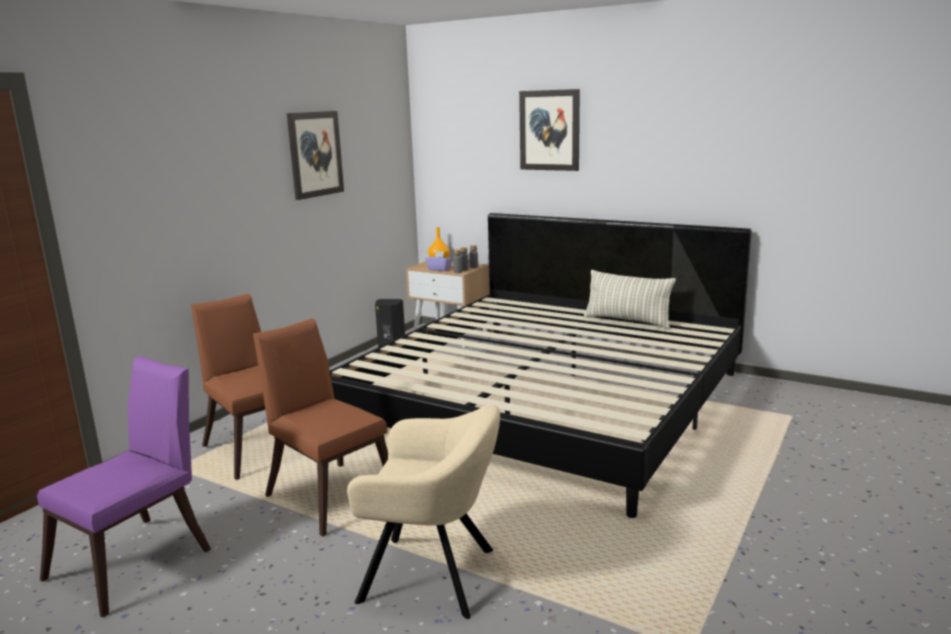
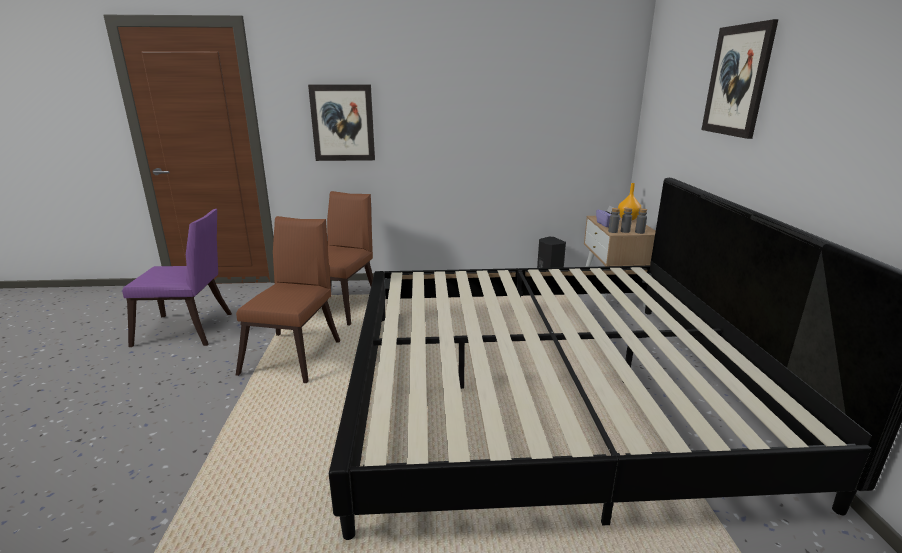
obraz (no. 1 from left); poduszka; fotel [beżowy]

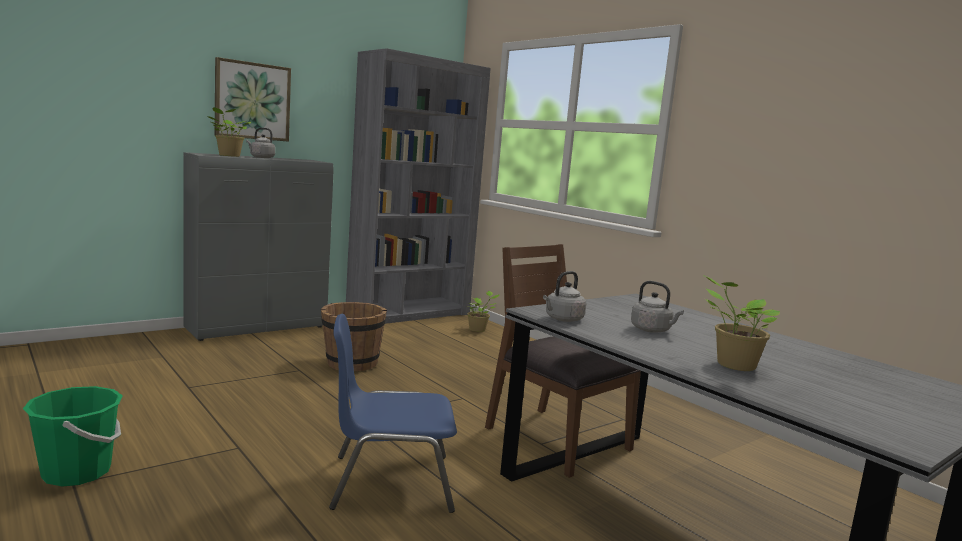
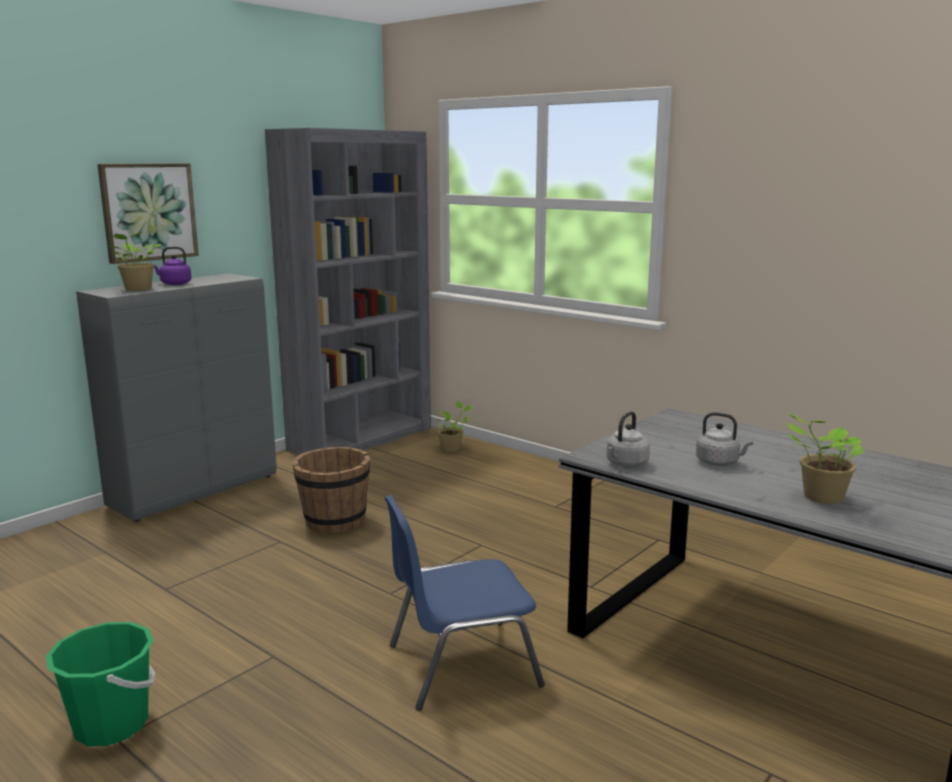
czajnik [fioletowy]; krzesło [brązowy]

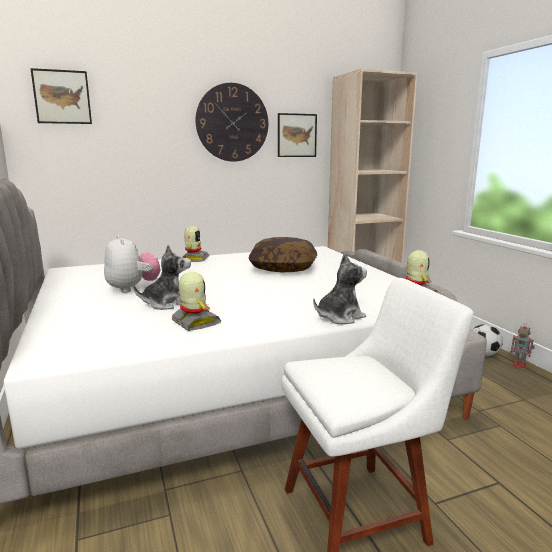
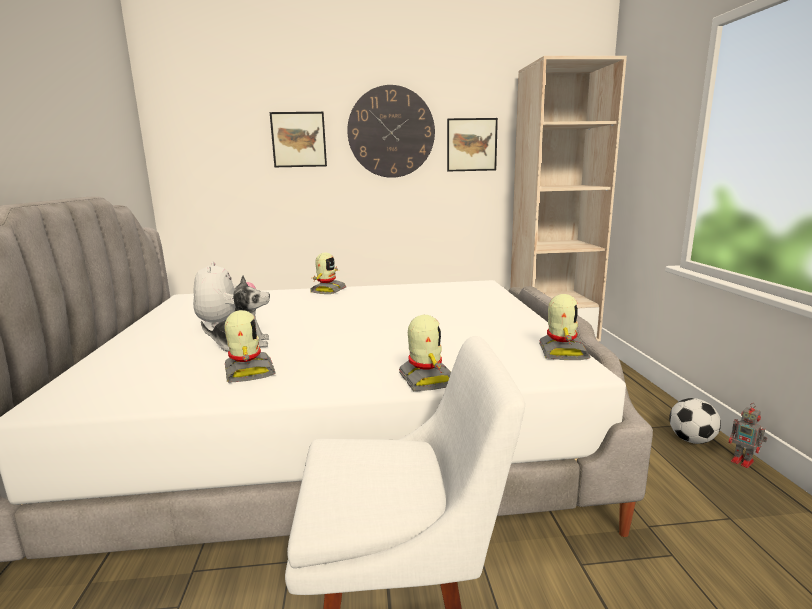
obraz (no. 1 from left); poduszka; robot zabawkowy (no. 3 from left)

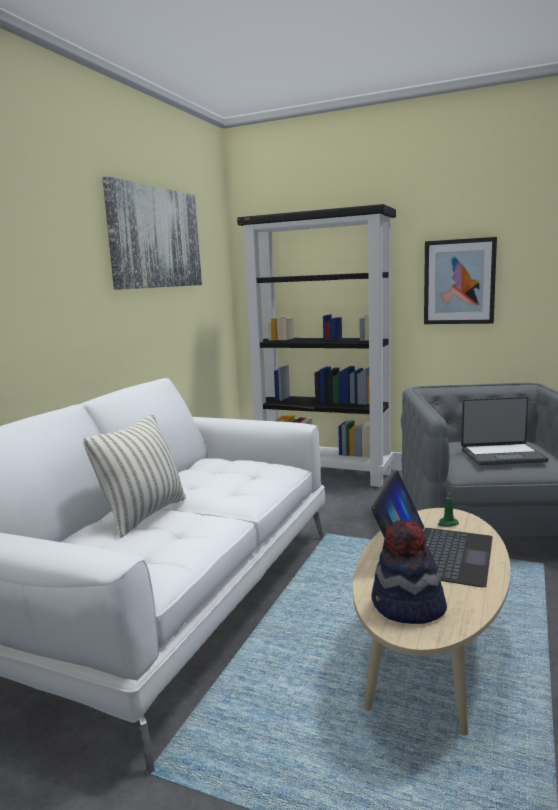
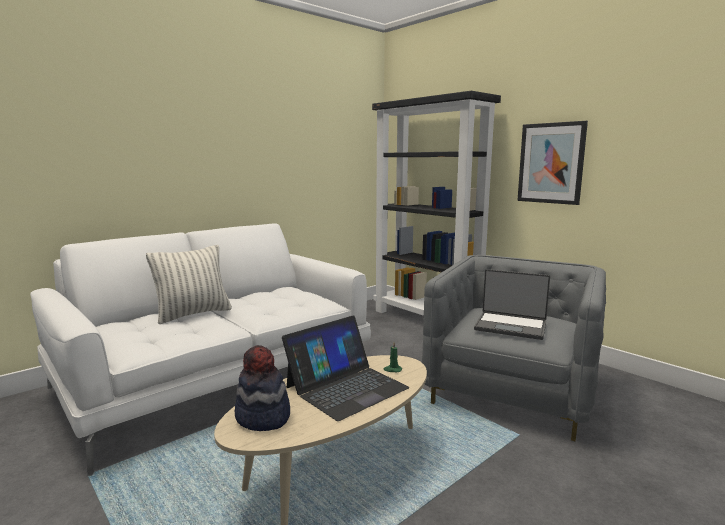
obraz (no. 1 from left in the first image)

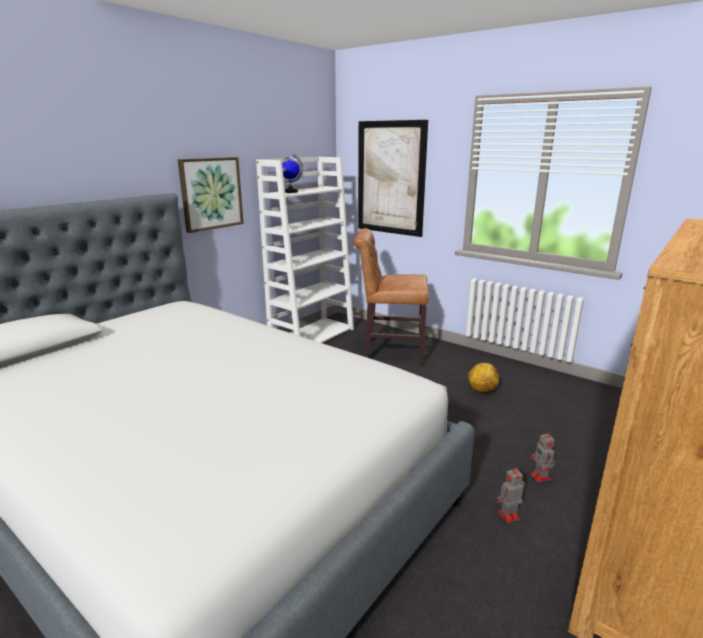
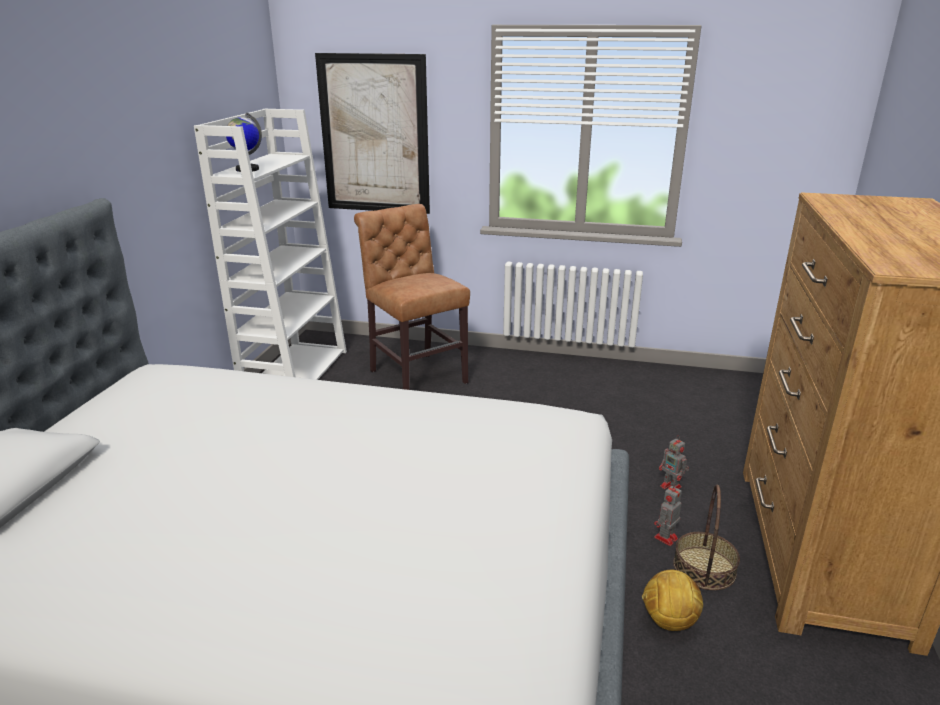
obraz (no. 1 from left in the first image); krzesło [brązowy]; piłka futbolowa; koszyk

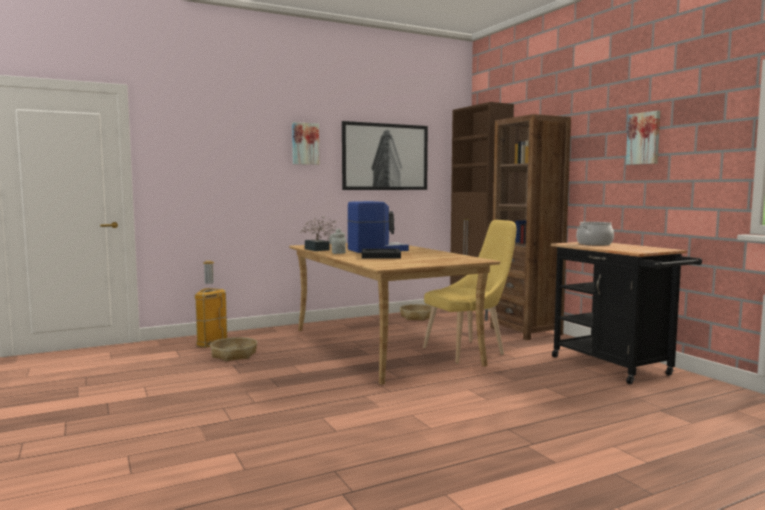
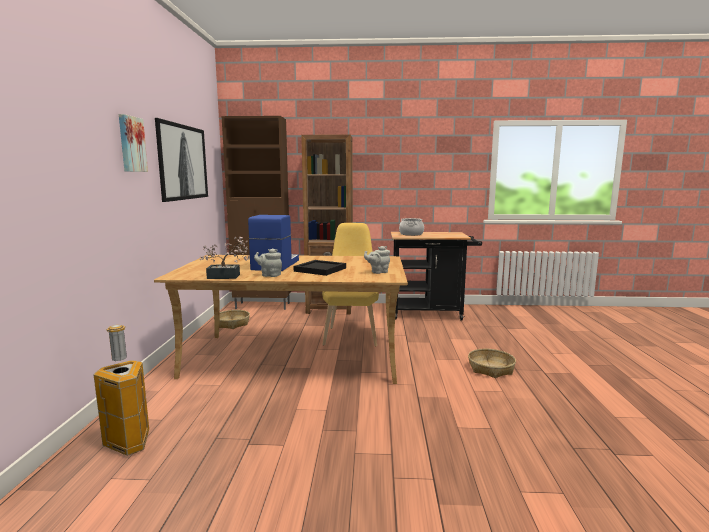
obraz (no. 3 from left in the first image); koszyk (no. 2 from left); imbryk [szary] (no. 2 from left)

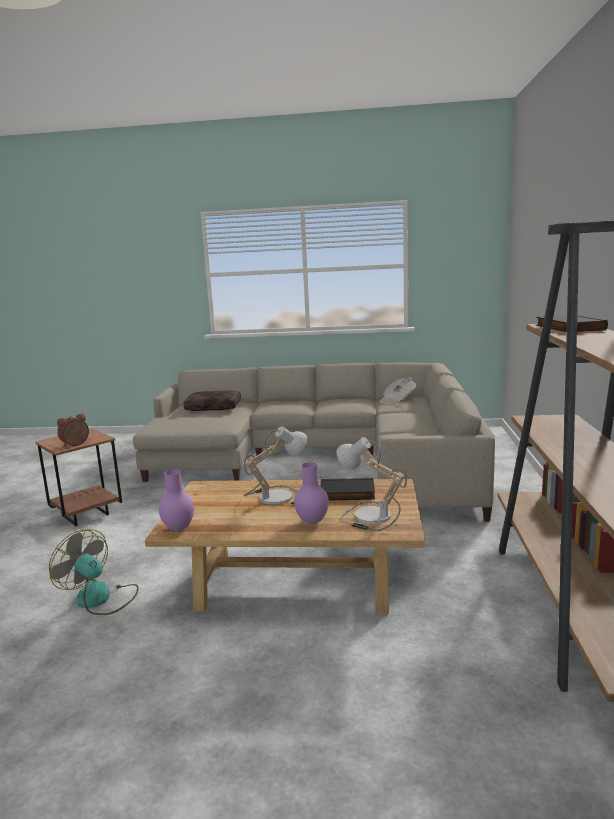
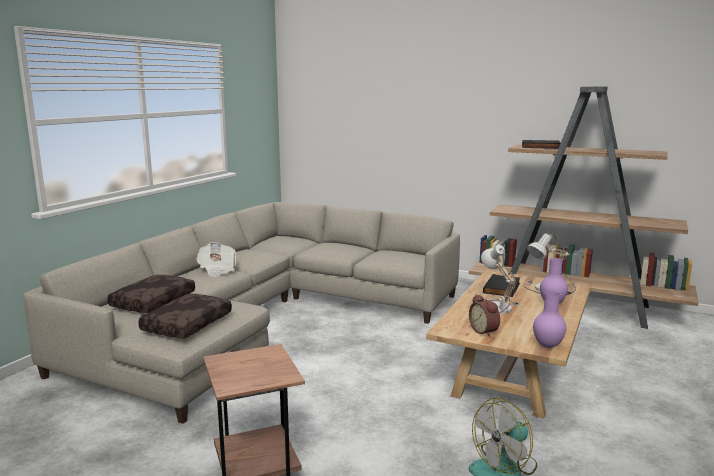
gazeta; budzik; poduszka [brązowy] (no. 2 from left)

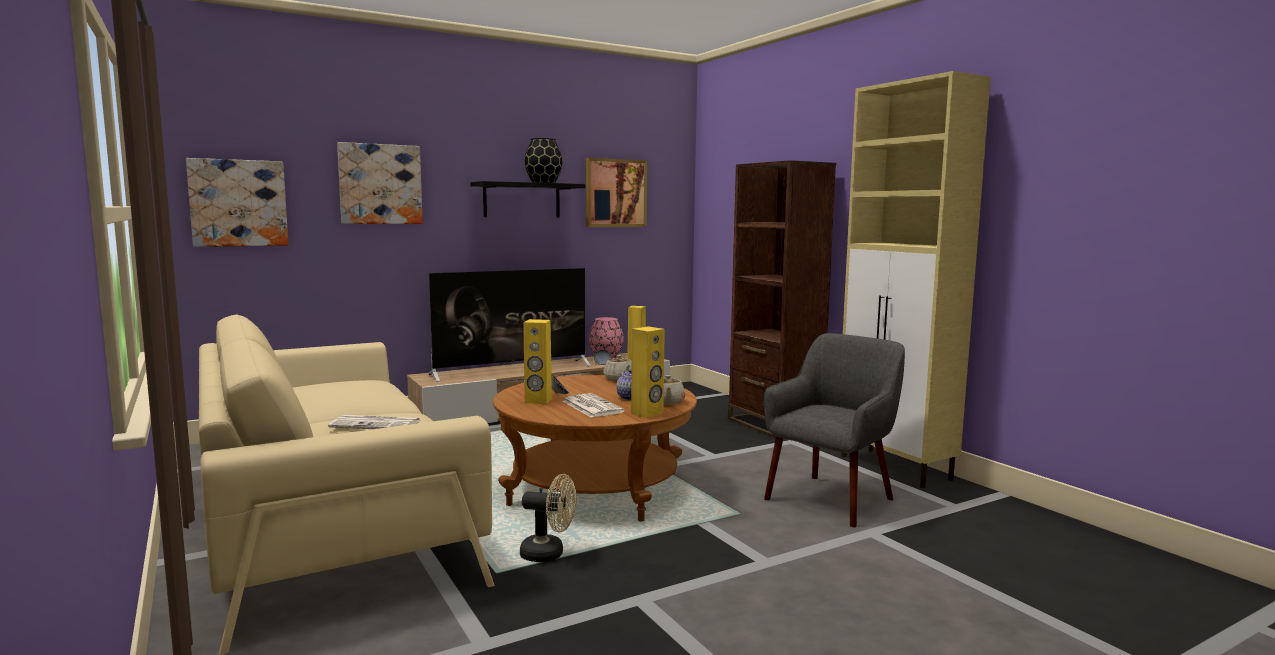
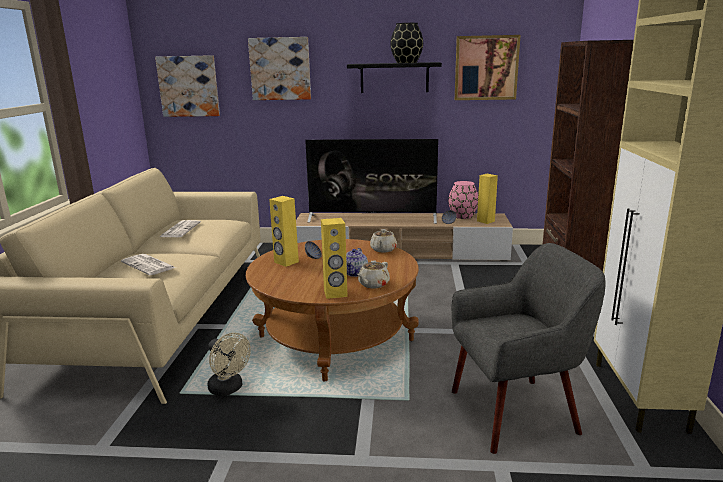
gazeta (no. 2 from left)

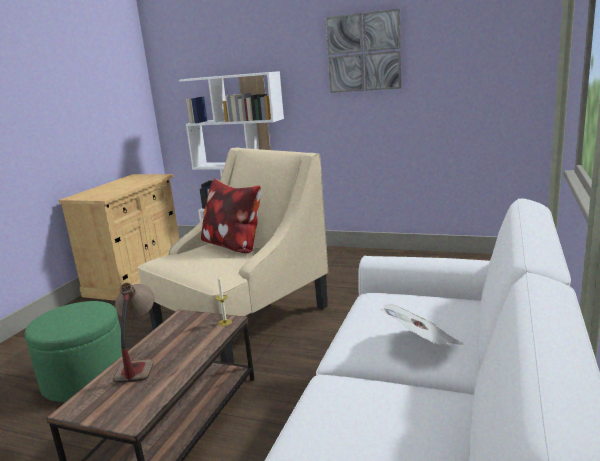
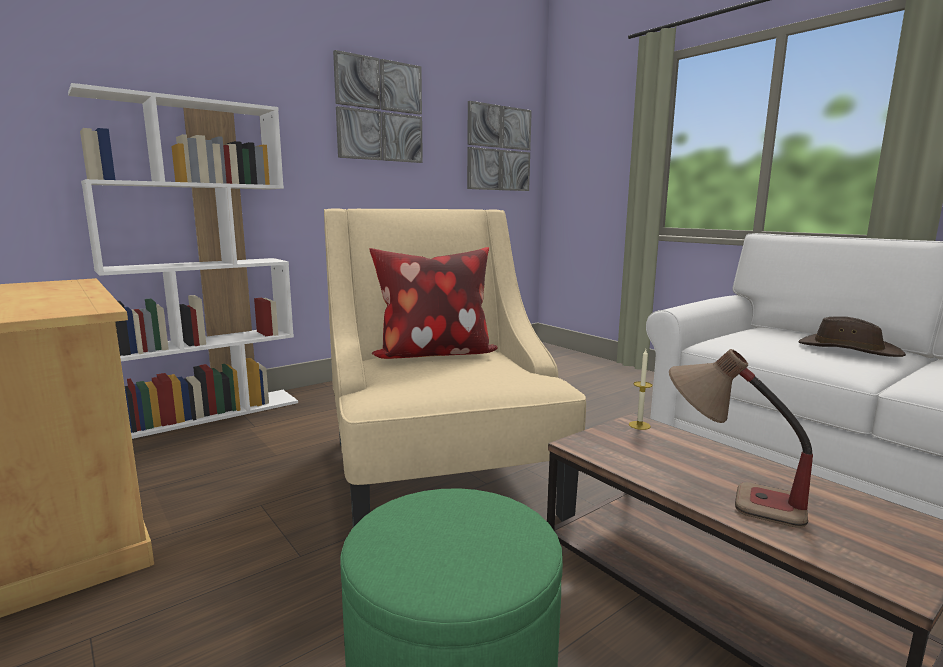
kapelusz [brązowy]; obraz (no. 2 from left)

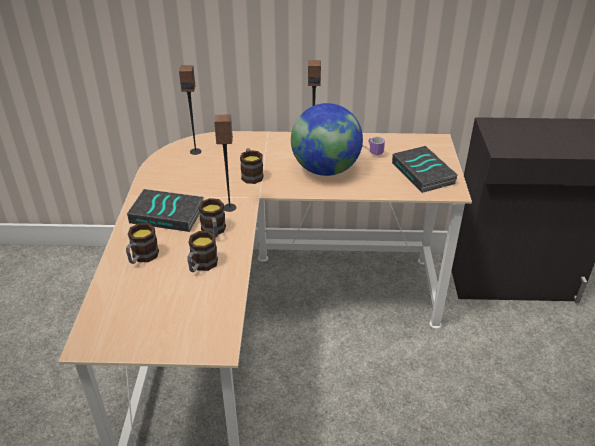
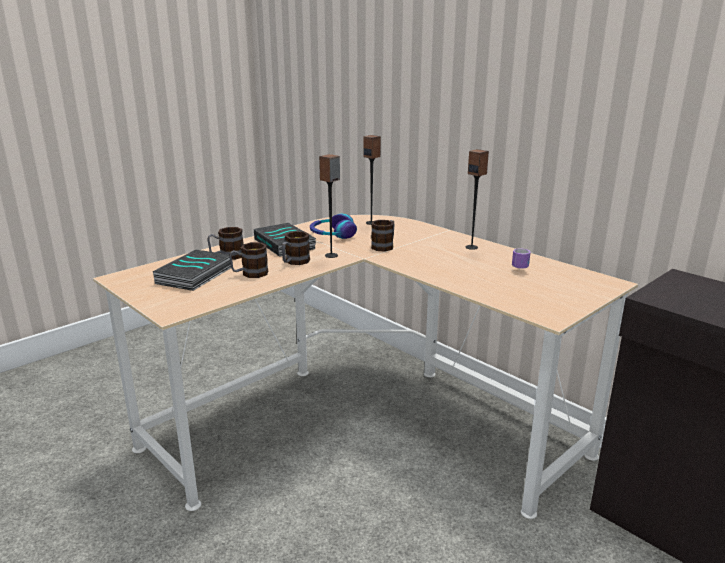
globus; książka (no. 1 from left); słuchawki

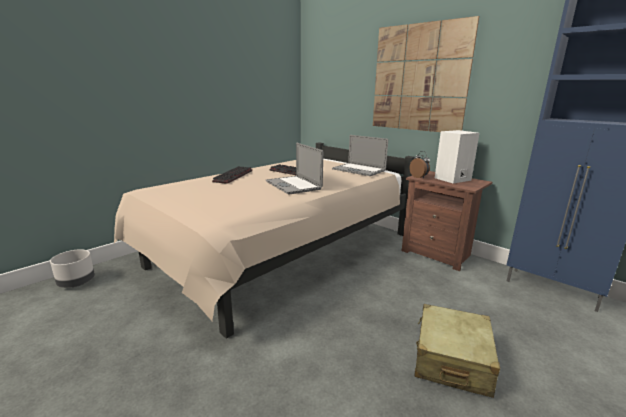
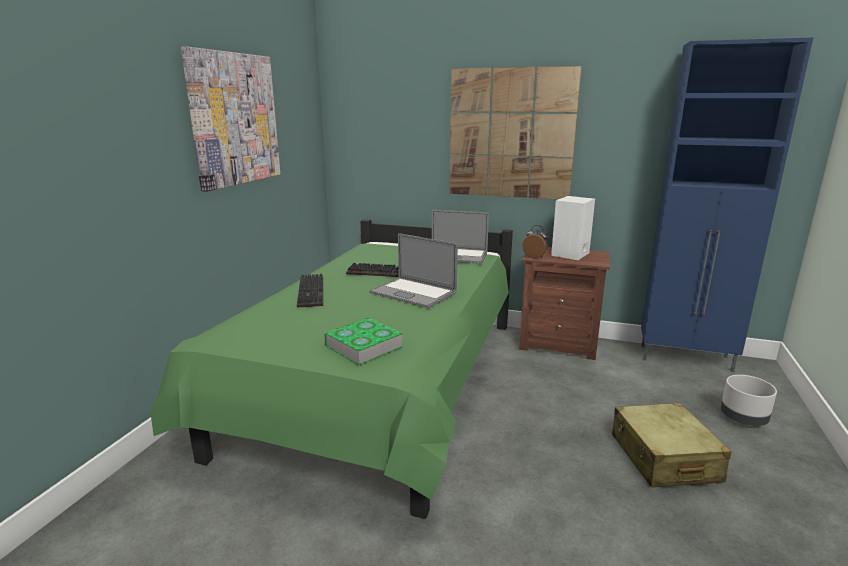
łóżko [zielony]; donica [szary]; obraz (no. 1 from left); książka

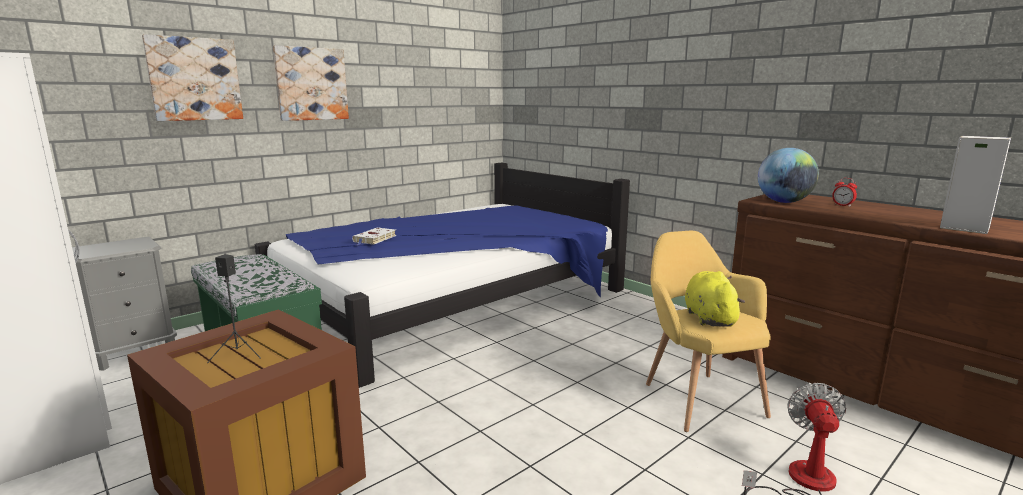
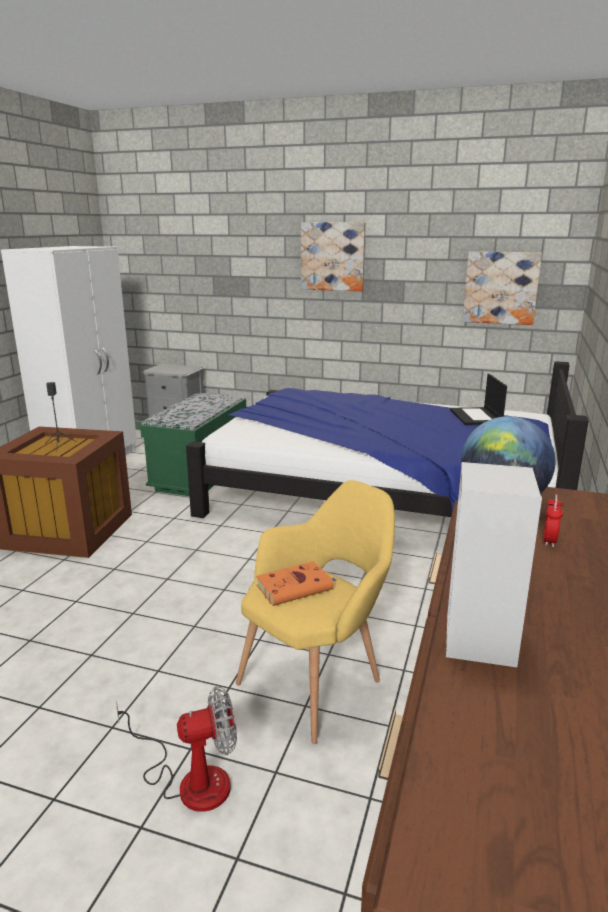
obraz (no. 2 from left); książka [biały]; książka [pomarańczowy]; laptop

